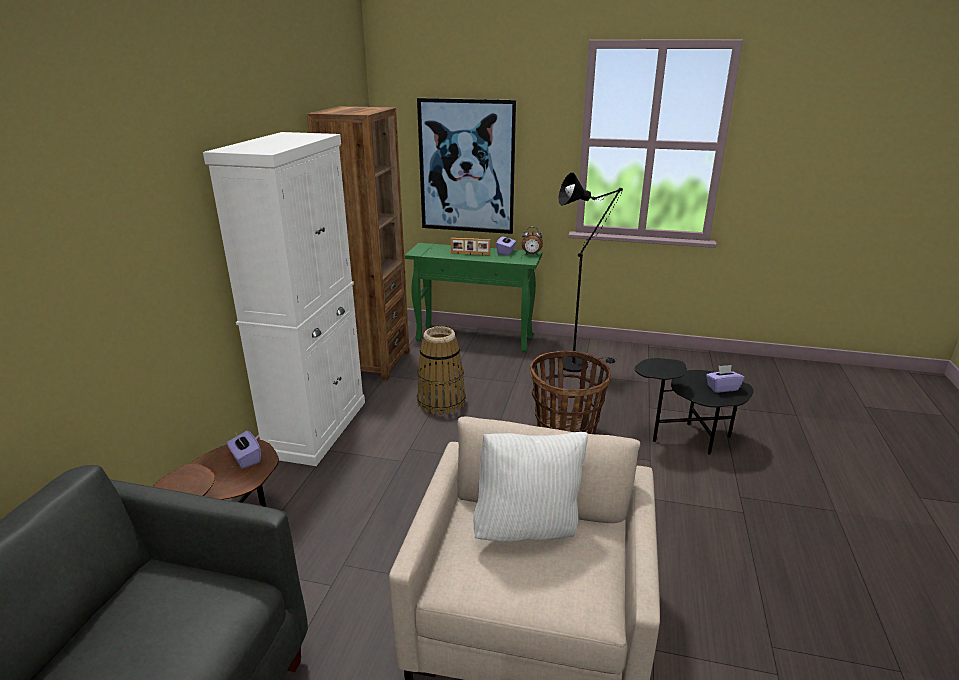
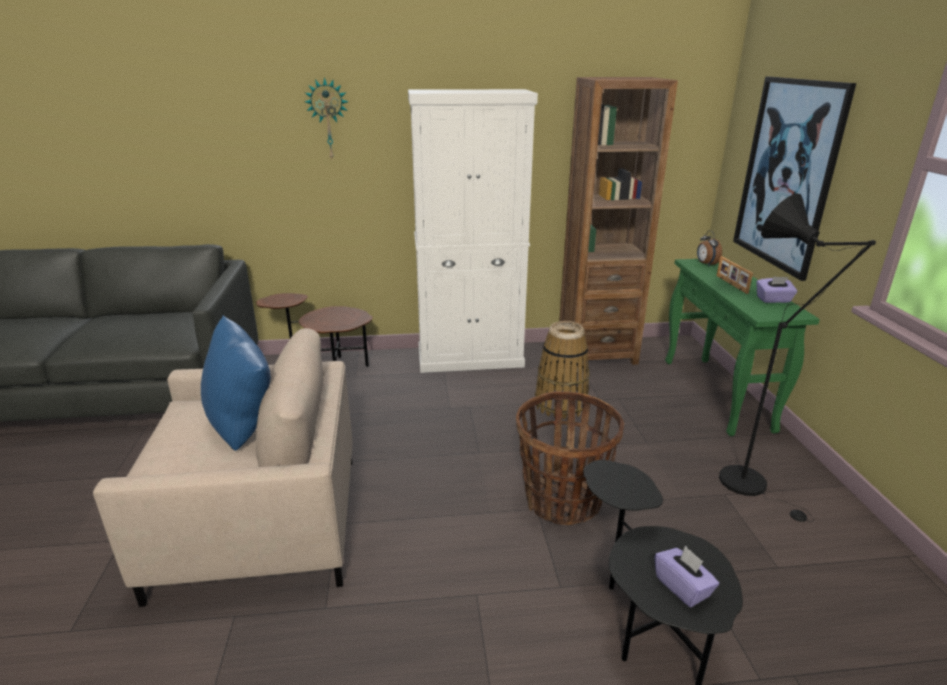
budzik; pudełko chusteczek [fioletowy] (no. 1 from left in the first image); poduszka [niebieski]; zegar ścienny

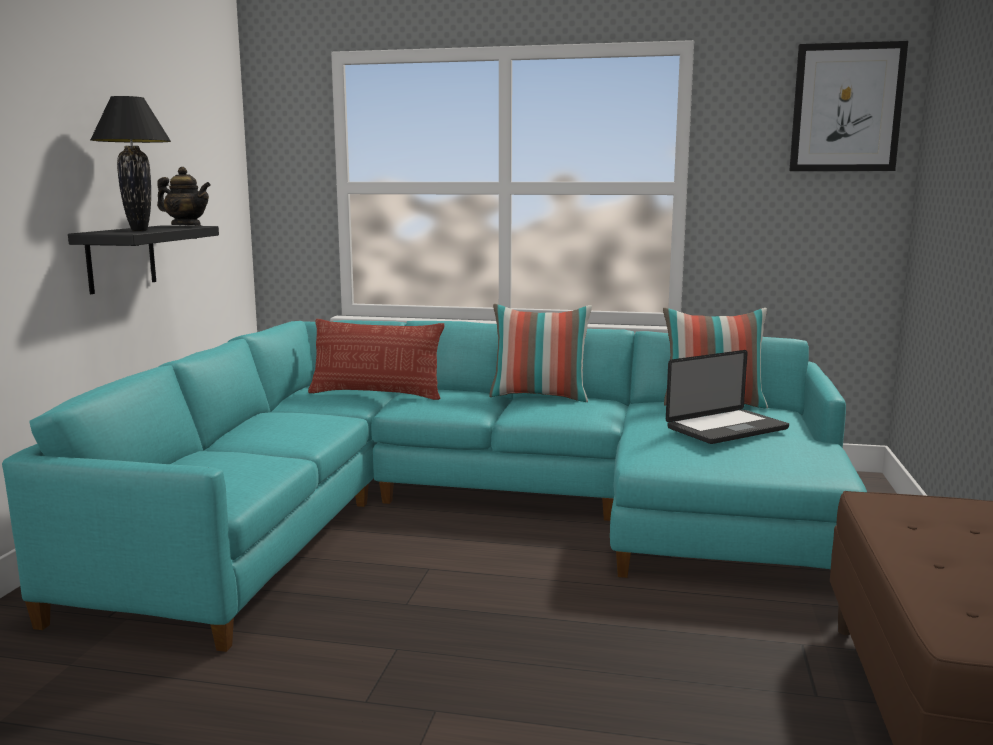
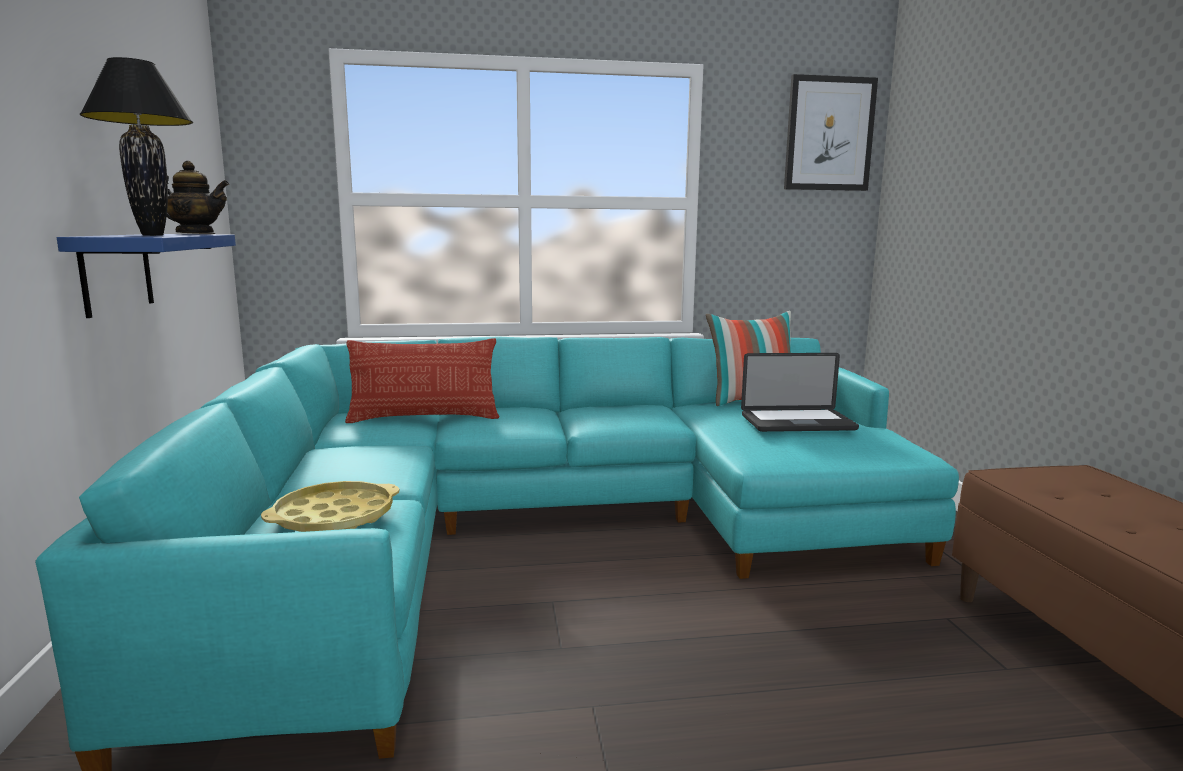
półka [niebieski]; poduszka (no. 2 from left in the first image); laptop; taca [żółty]

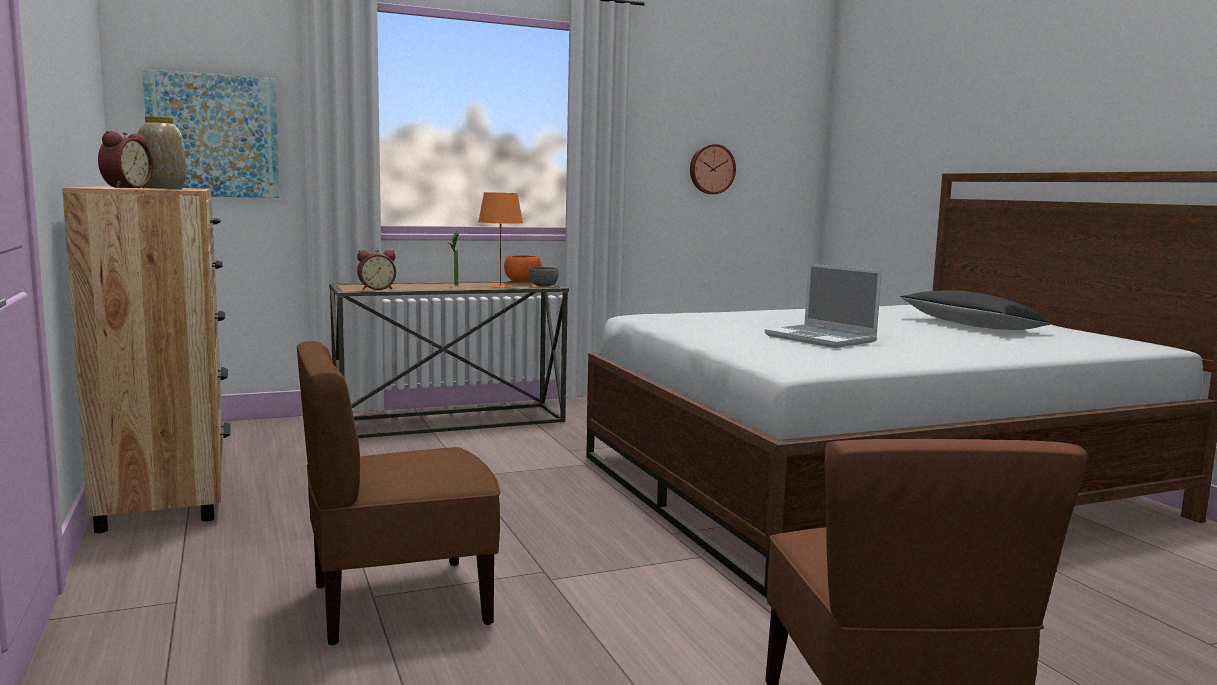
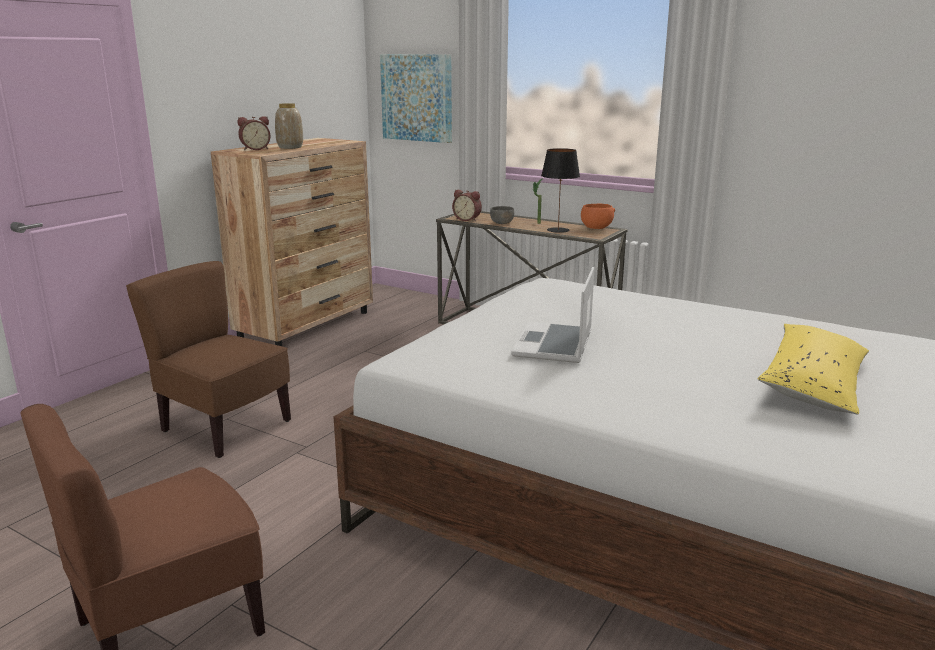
zegar ścienny; lampa stołowa [czarny]; miska [szary]; poduszka [żółty]

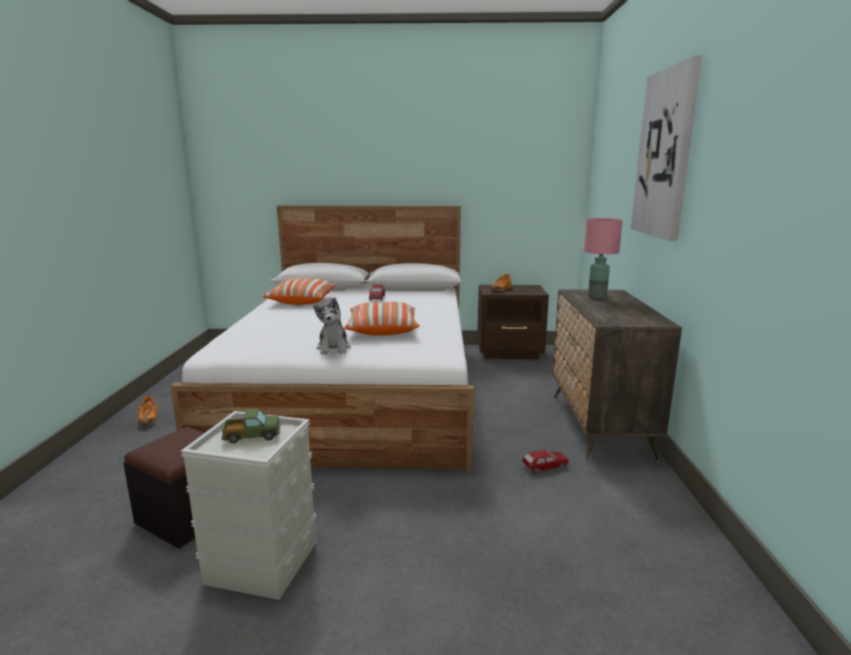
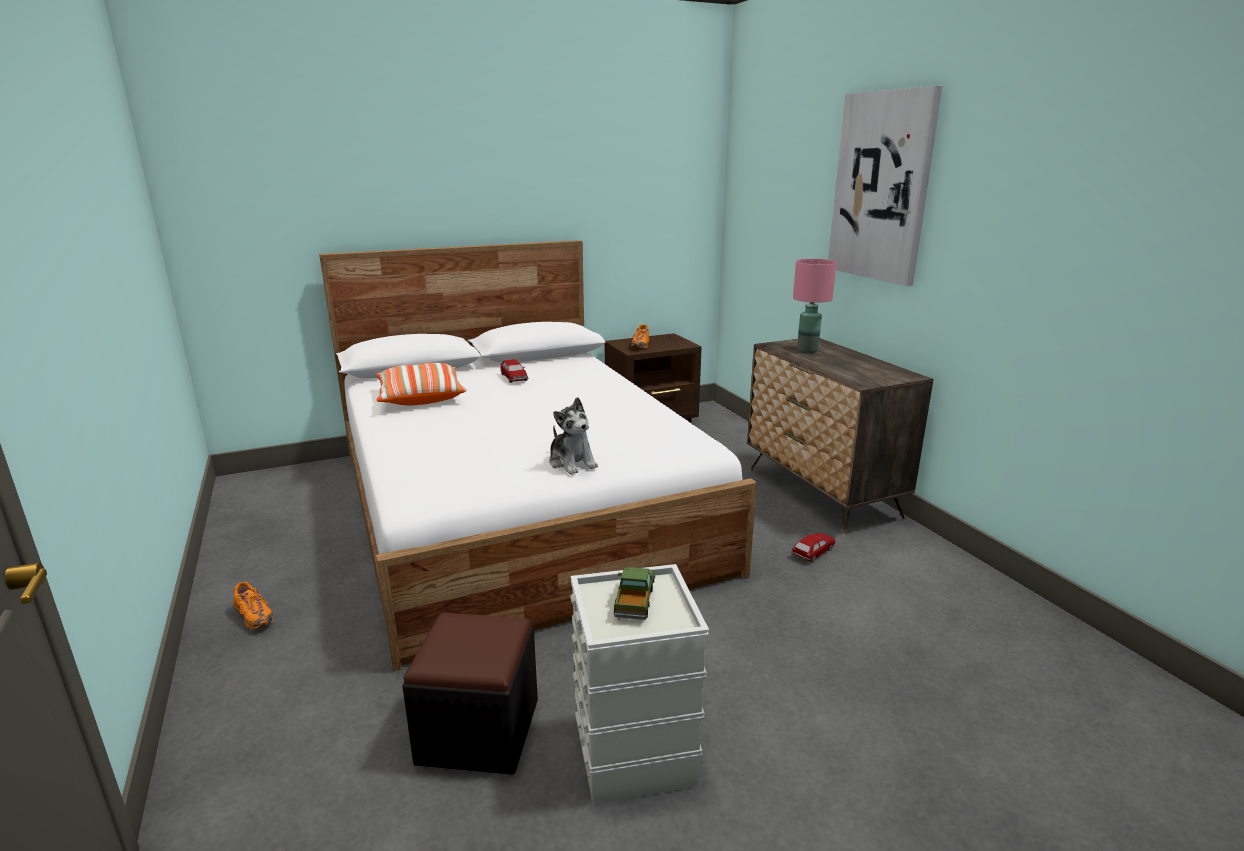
poduszka (no. 2 from left in the first image); ciężarówka zabawkowa

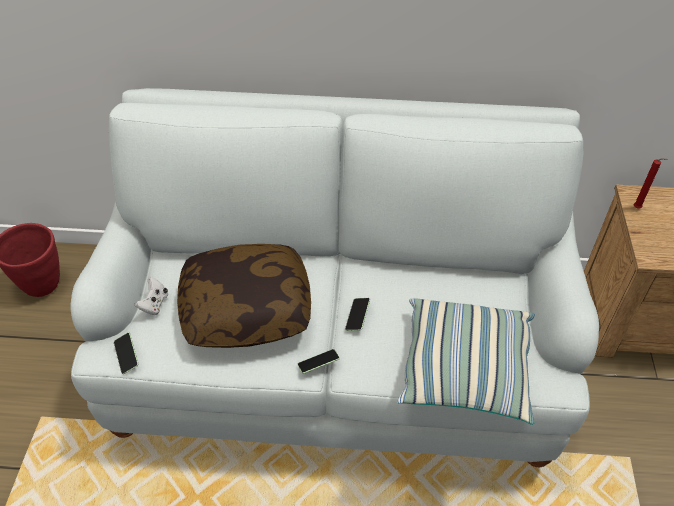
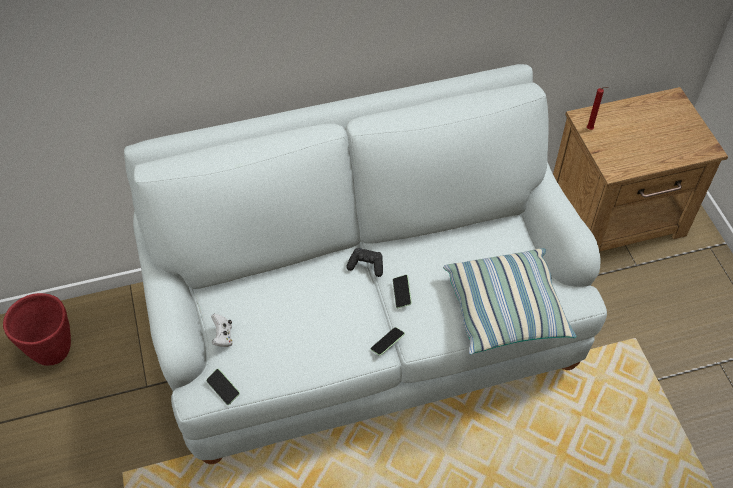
poduszka (no. 1 from left in the first image); pad do gier [czarny]

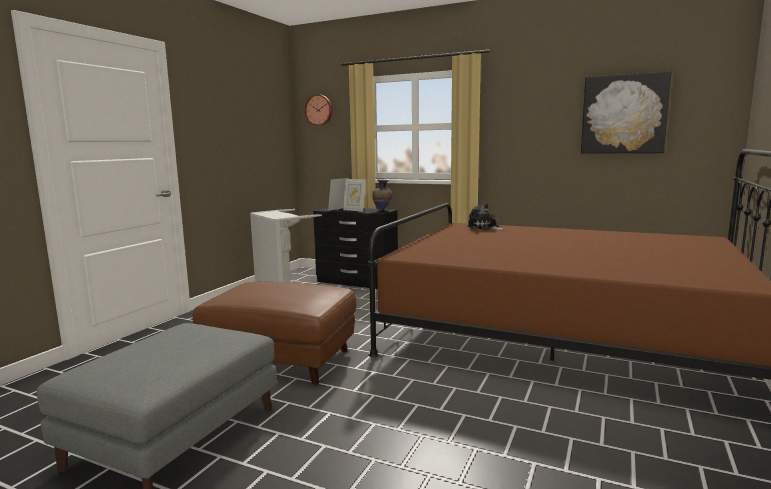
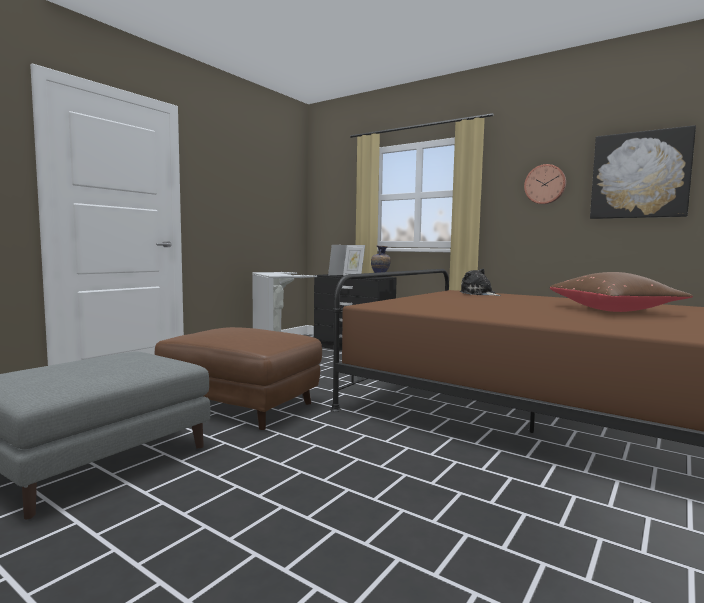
zegar ścienny; poduszka [brązowy]

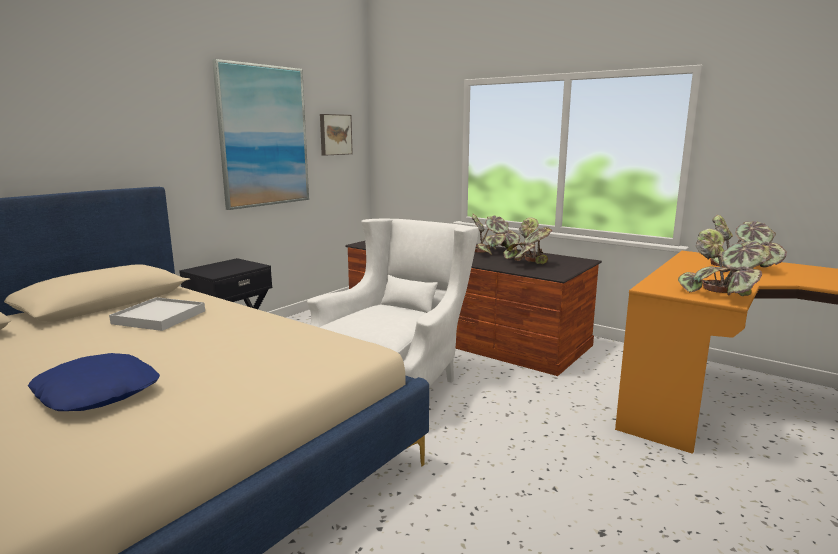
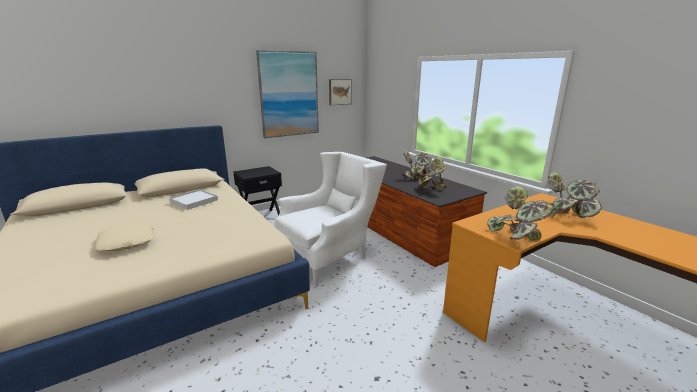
poduszka [beżowy]

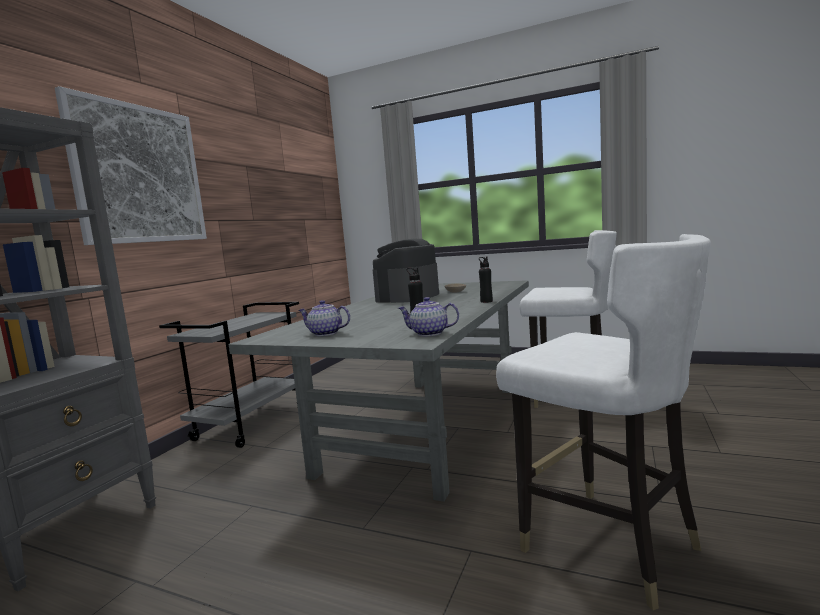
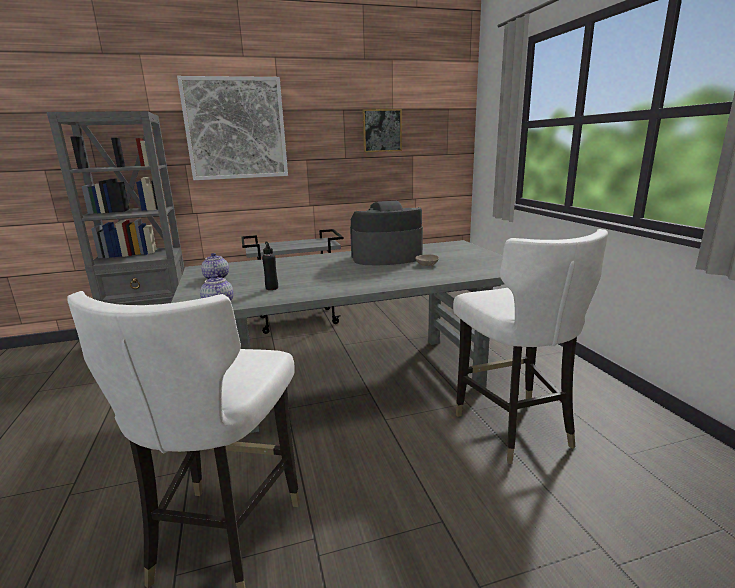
butelka [czarny] (no. 2 from left in the first image); obraz (no. 2 from left)

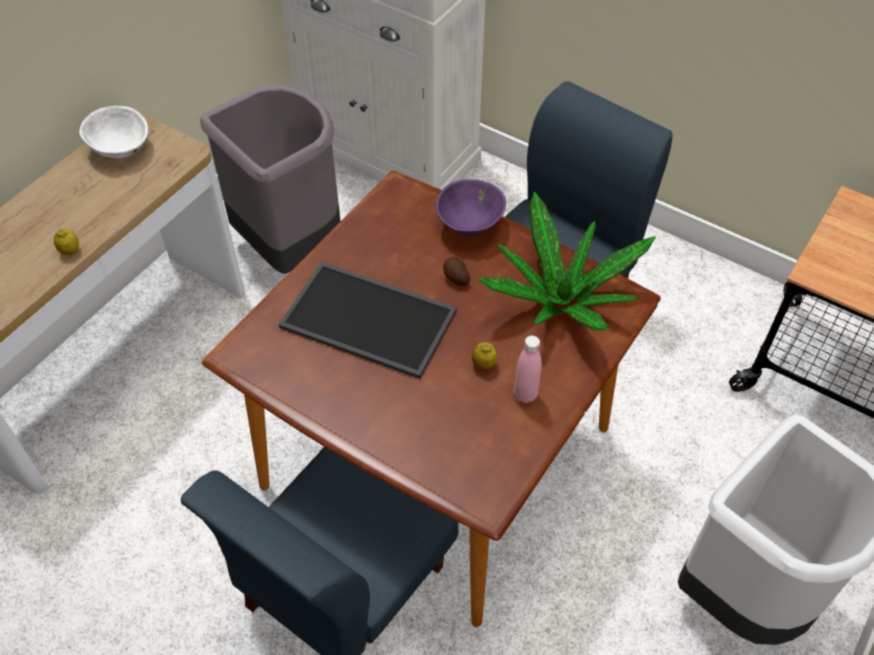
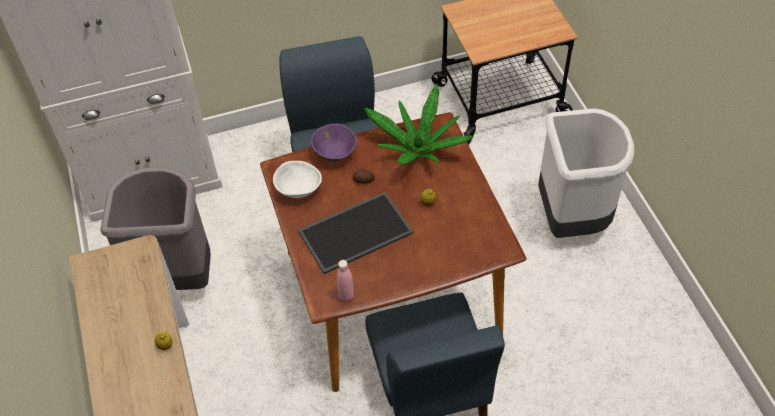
miska [biały]; butelka [różowy]

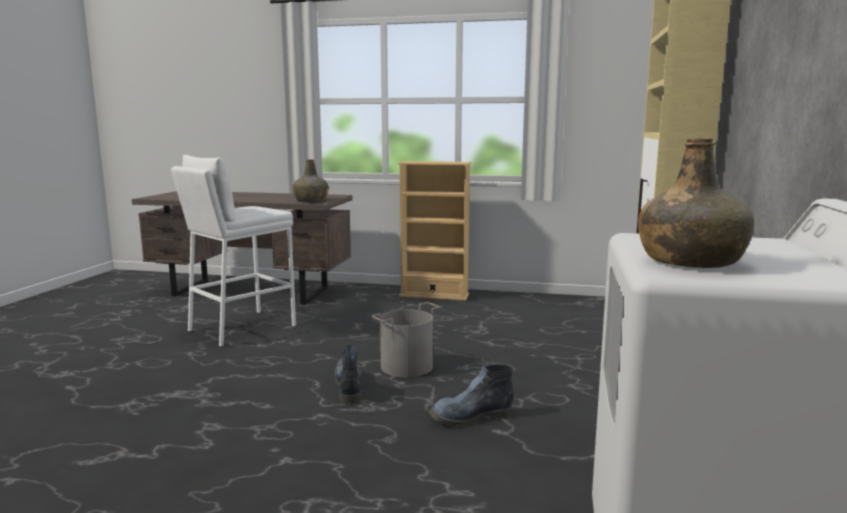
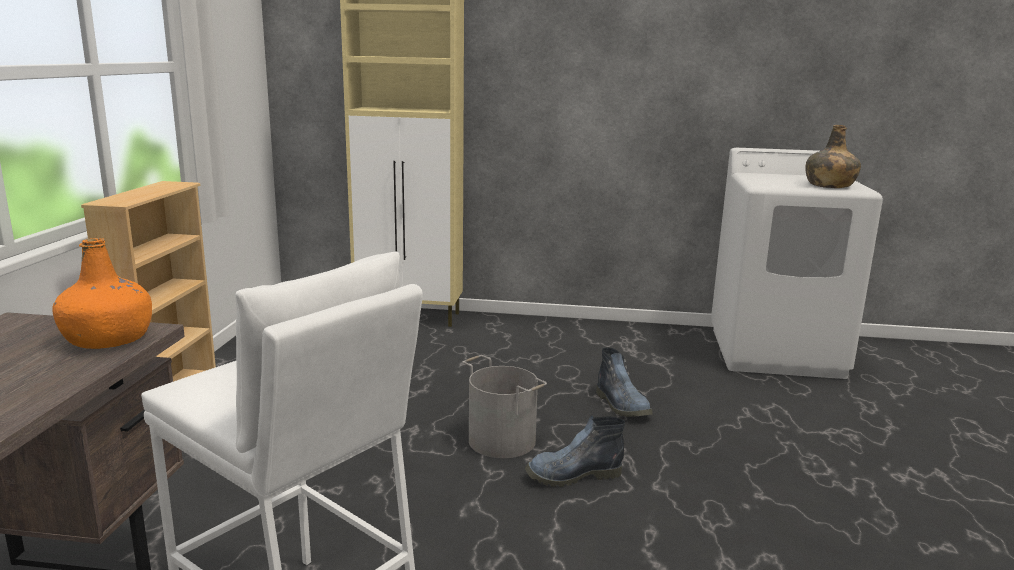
butelka [pomarańczowy]

